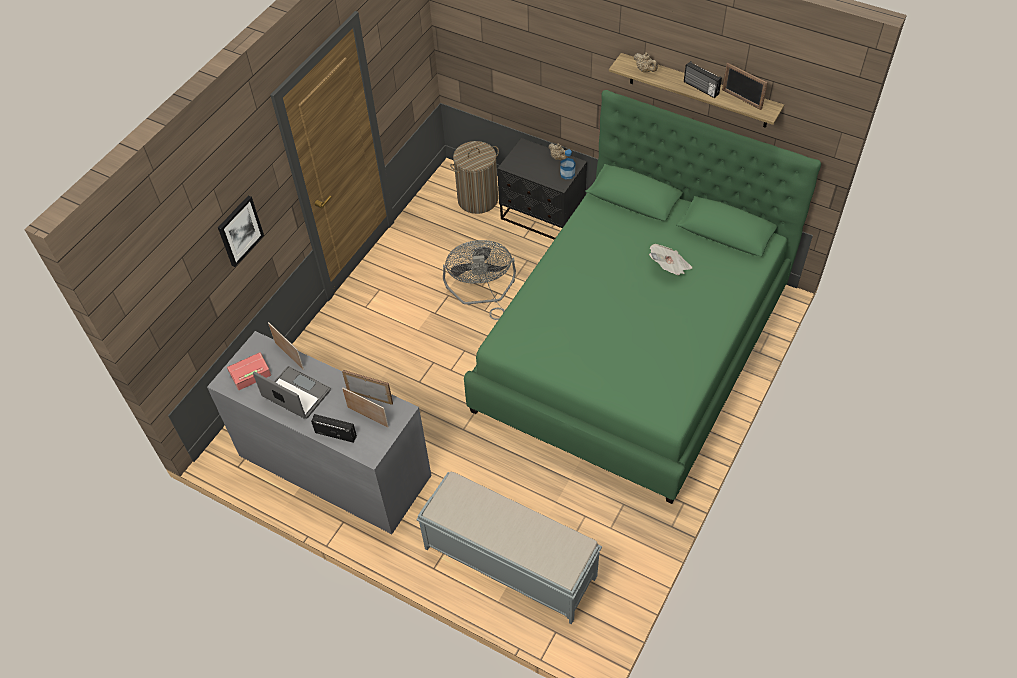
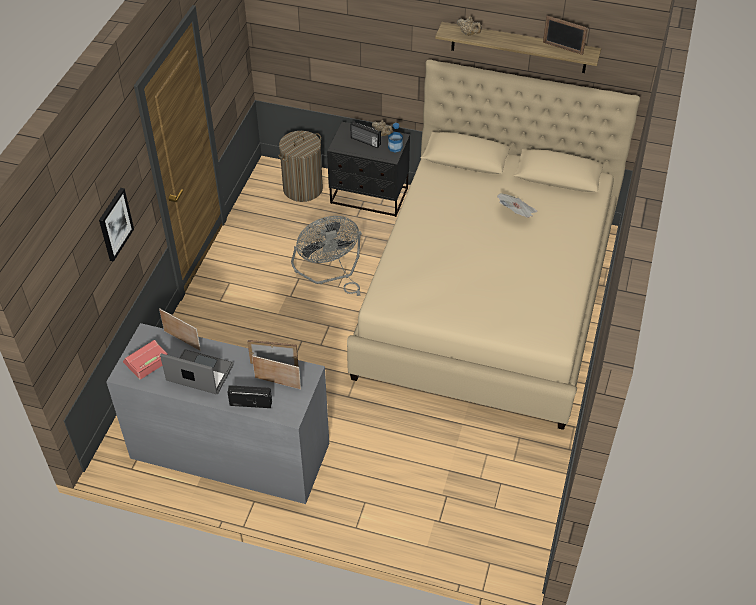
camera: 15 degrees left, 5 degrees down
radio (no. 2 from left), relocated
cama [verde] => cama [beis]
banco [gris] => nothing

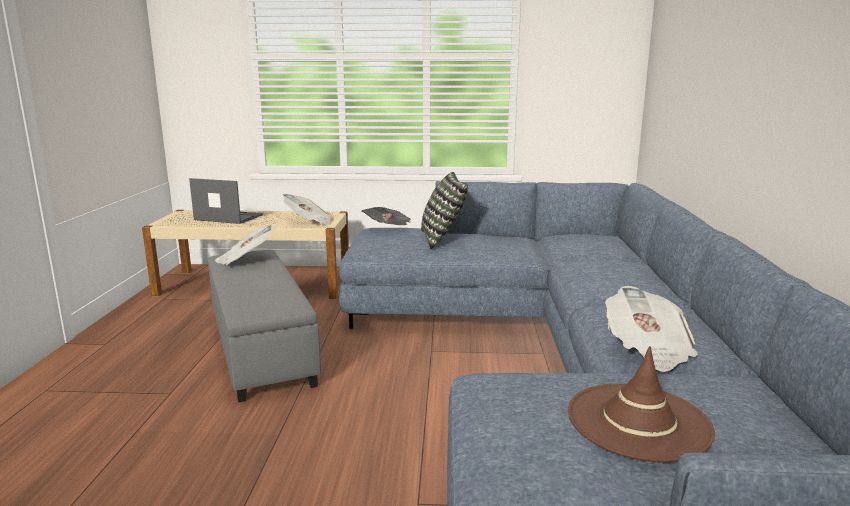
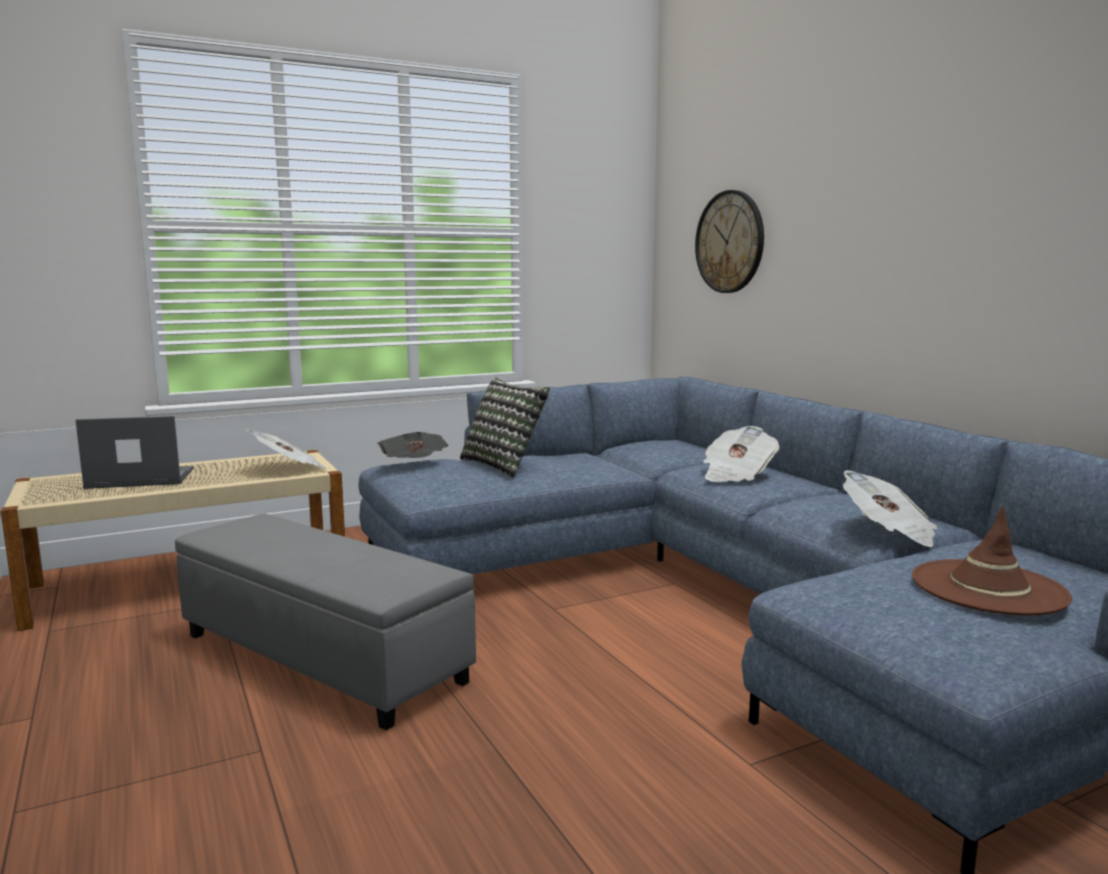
camera: 30 degrees left, 5 degrees down
periódico (no. 1 from left in the first image) => periódico (no. 3 from left), relocated
nothing => reloj de pared

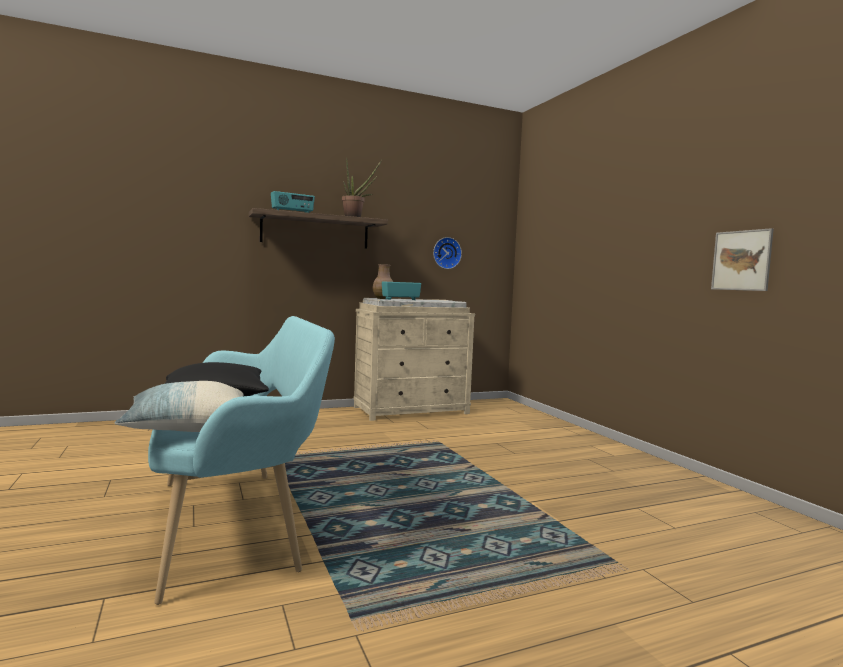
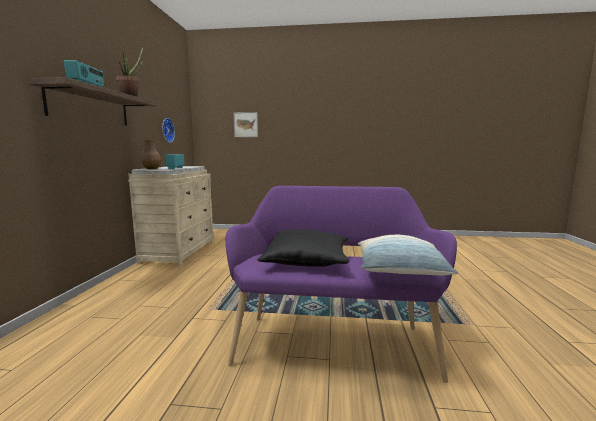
camera: 60 degrees left, 5 degrees up
cuadro, relocated
banco [turquesa] => banco [morado]

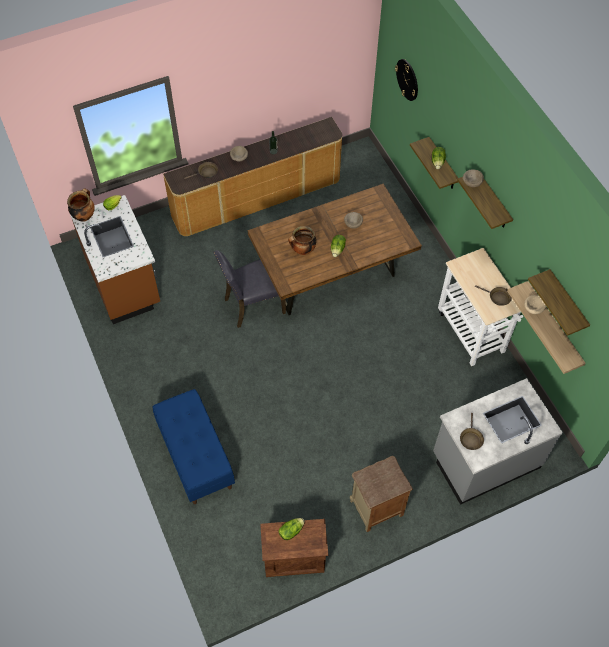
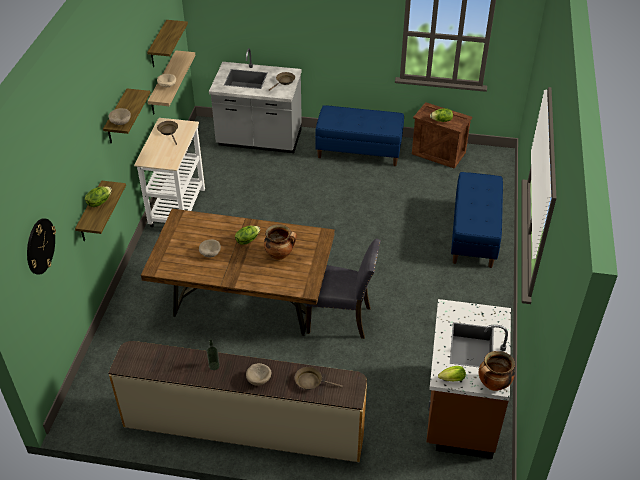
camera: 145 degrees left, 15 degrees down
mesita de noche [beis] => banco [azul] (no. 1 from left)

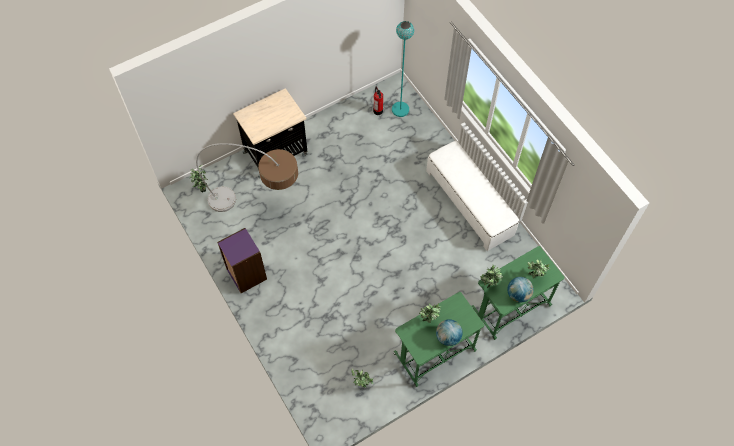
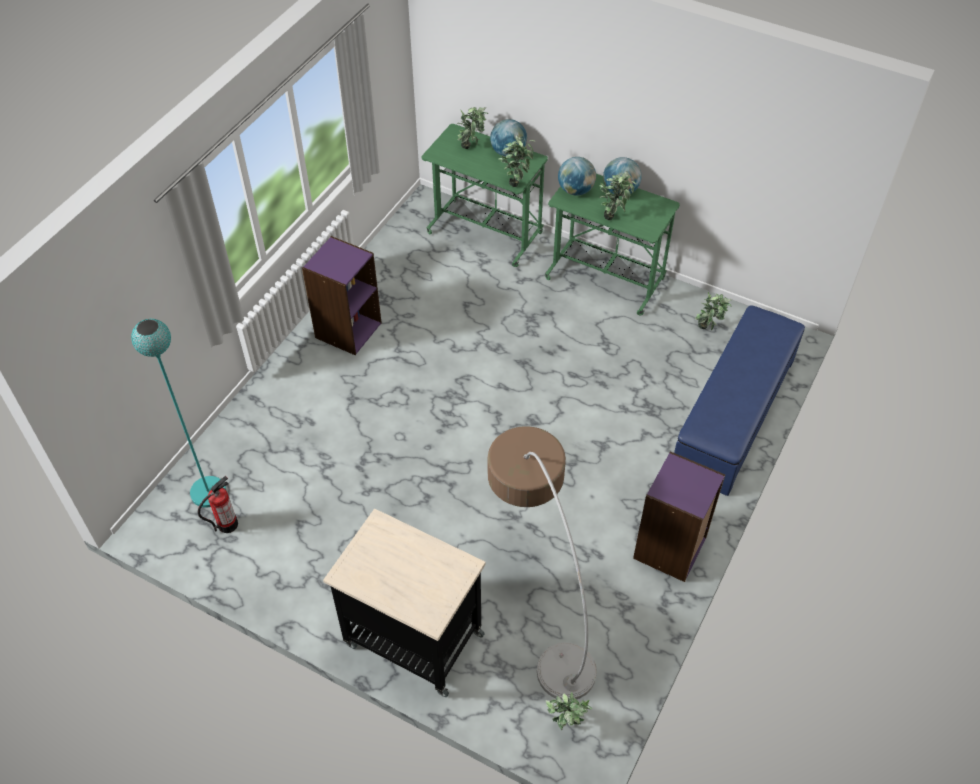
camera: 120 degrees left, 10 degrees down
banco [blanco] => estantería [morado] (no. 1 from left)
nothing => globo terráqueo (no. 2 from left)
nothing => banco [azul]

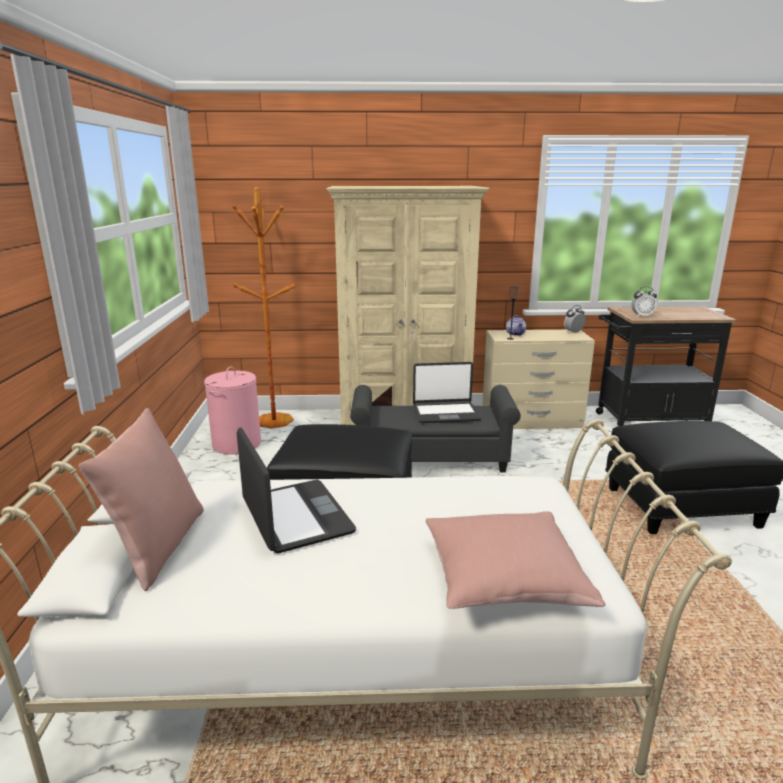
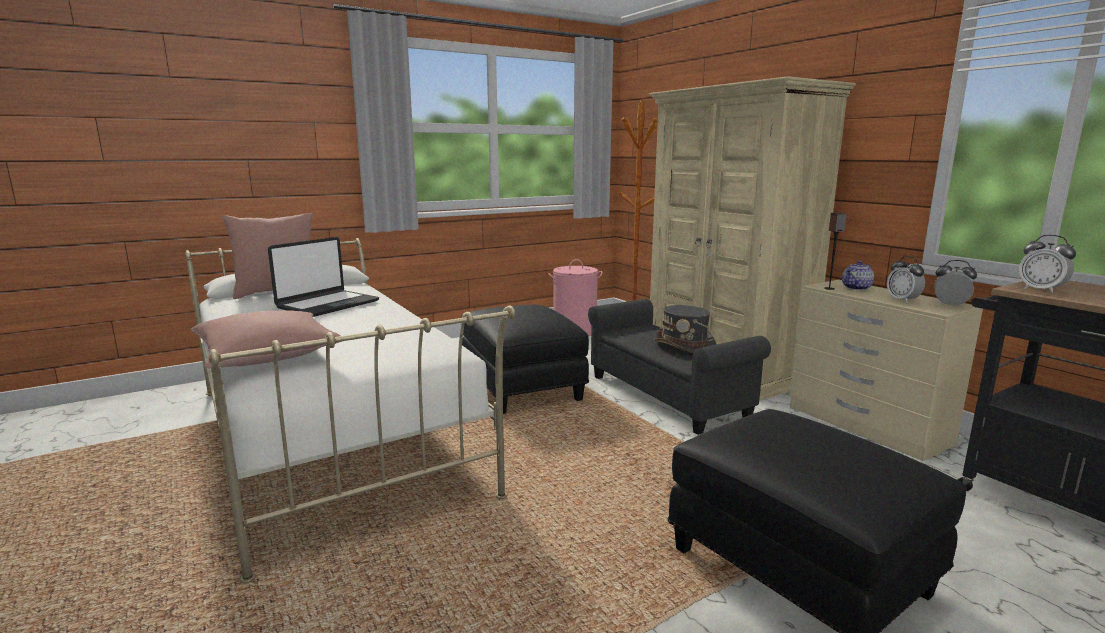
camera: 60 degrees right, 5 degrees down
portátil (no. 2 from left) => sombrero [gris]
nothing => despertador (no. 1 from left)

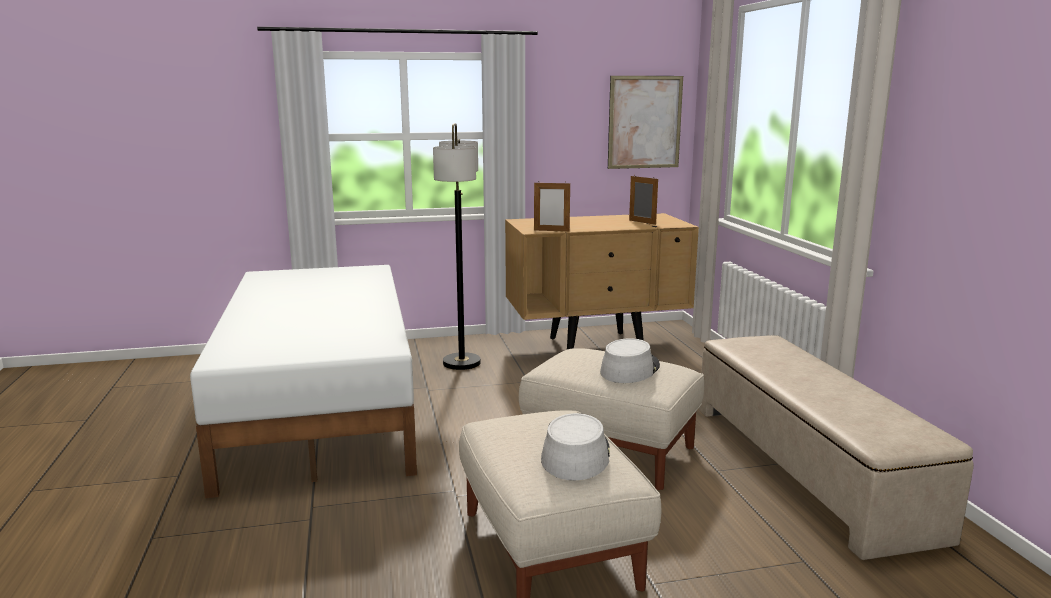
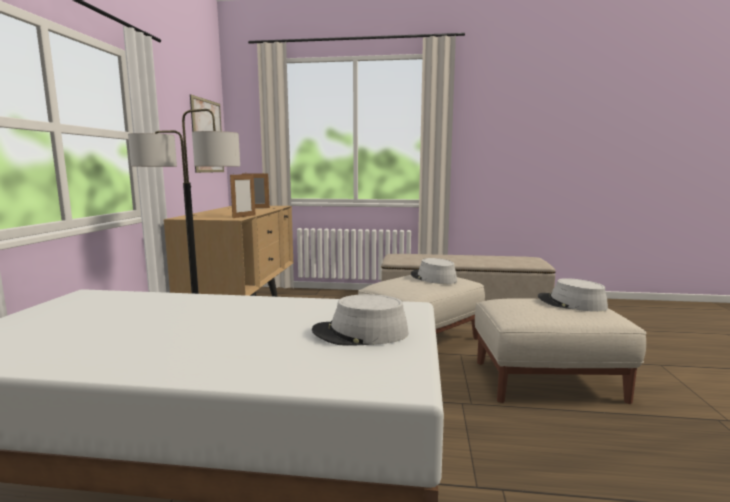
camera: 70 degrees left, 5 degrees down
nothing => sombrero [gris] (no. 1 from left)

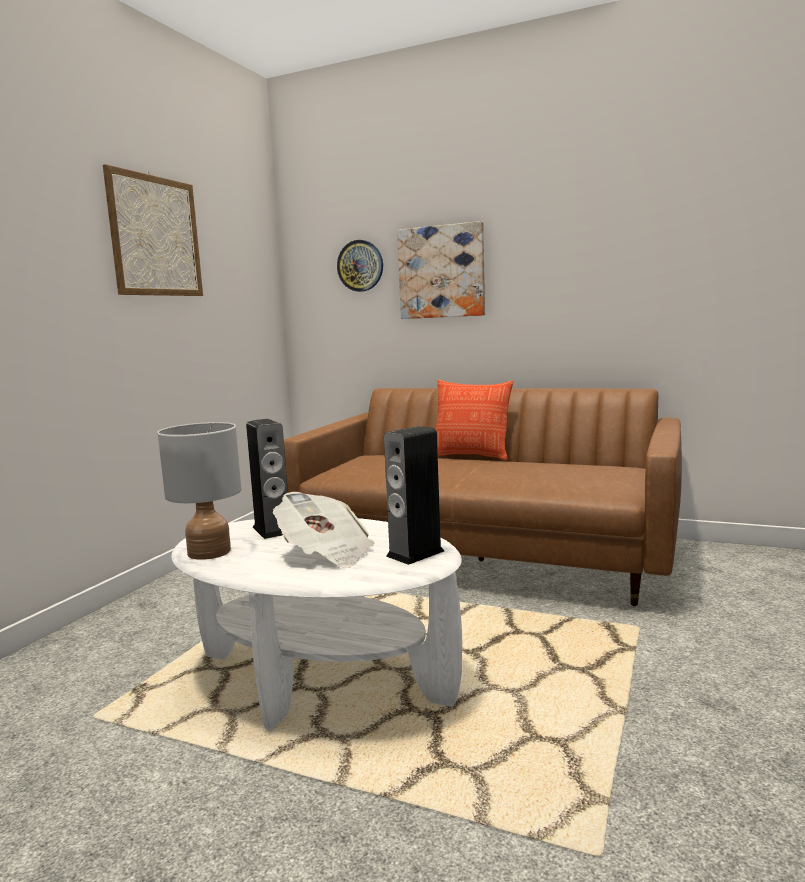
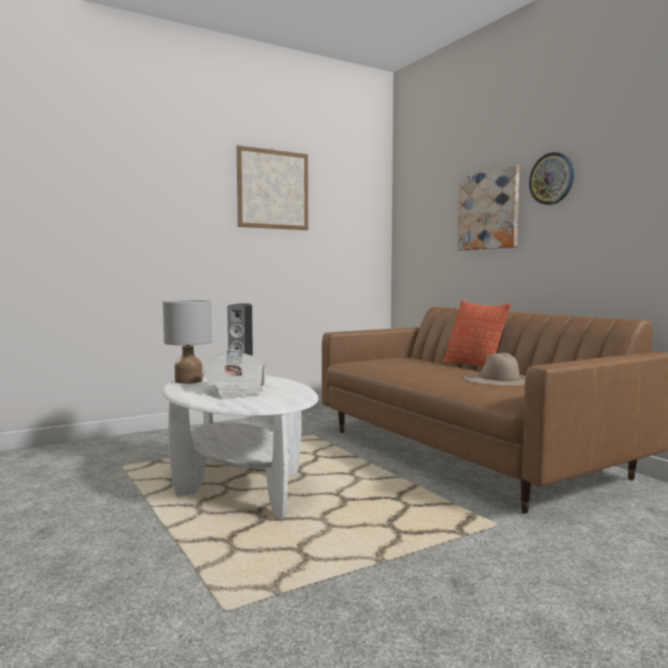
camera: 35 degrees right, 5 degrees down
reloj de pared, relocated
altavoz (no. 2 from left) => nothing
nothing => sombrero [beis]

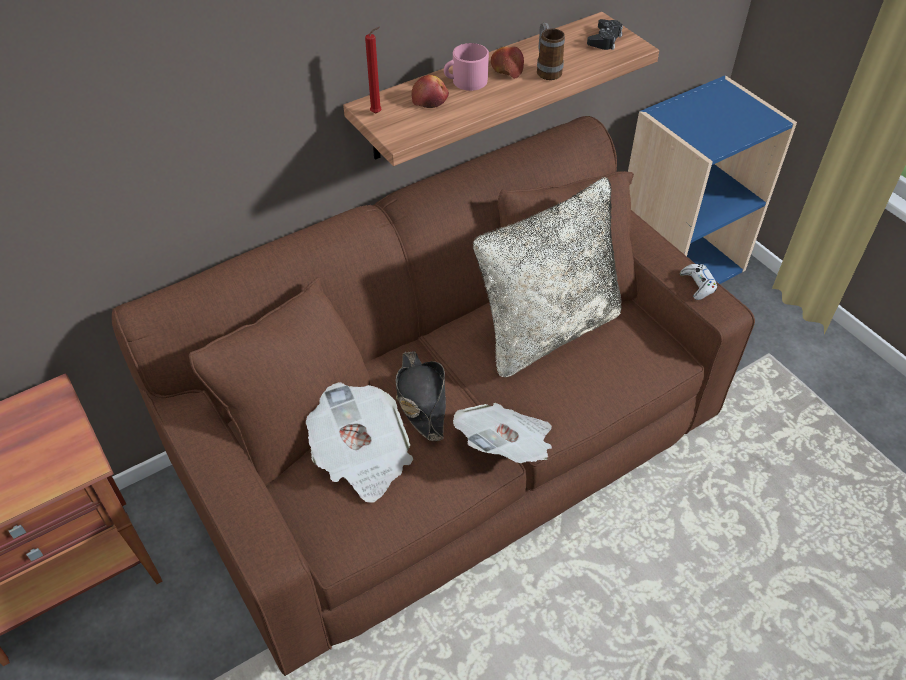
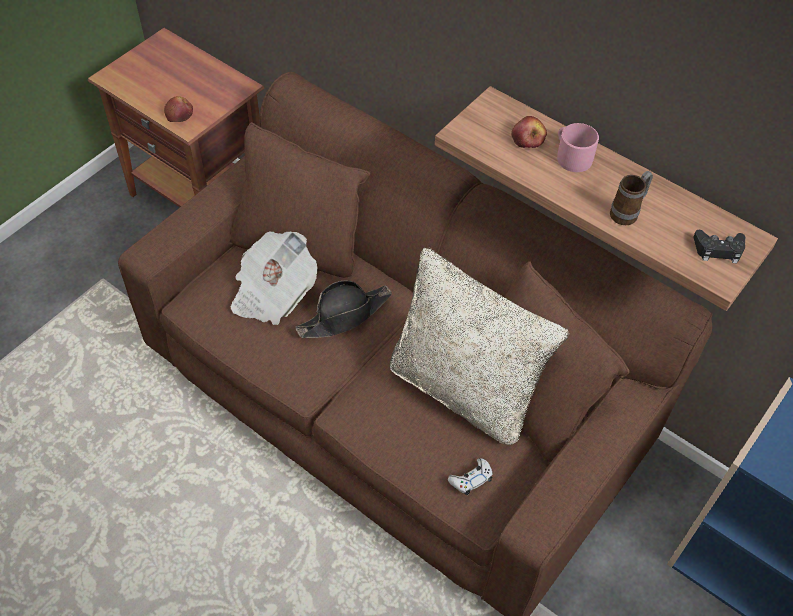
camera: 70 degrees right, 5 degrees up
vela [rojo] => nothing
manzana (no. 2 from left in the first image) => manzana (no. 1 from left), relocated
mando de consola [blanco], relocated
periódico (no. 2 from left) => nothing

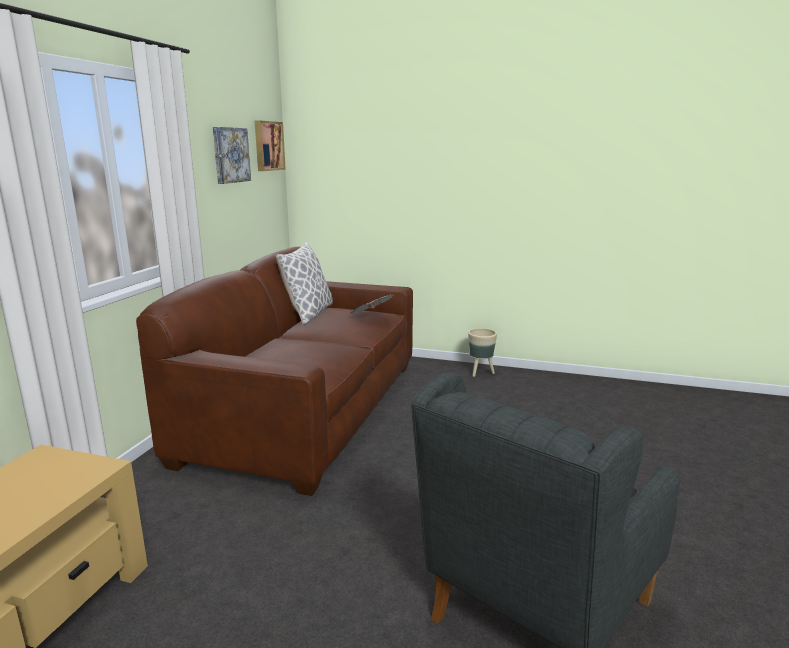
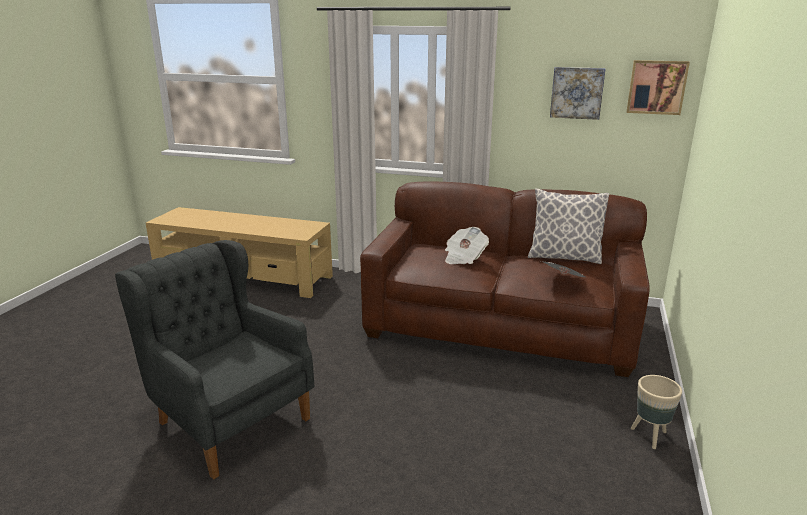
camera: 90 degrees right, 5 degrees up
nothing => periódico (no. 1 from left)

